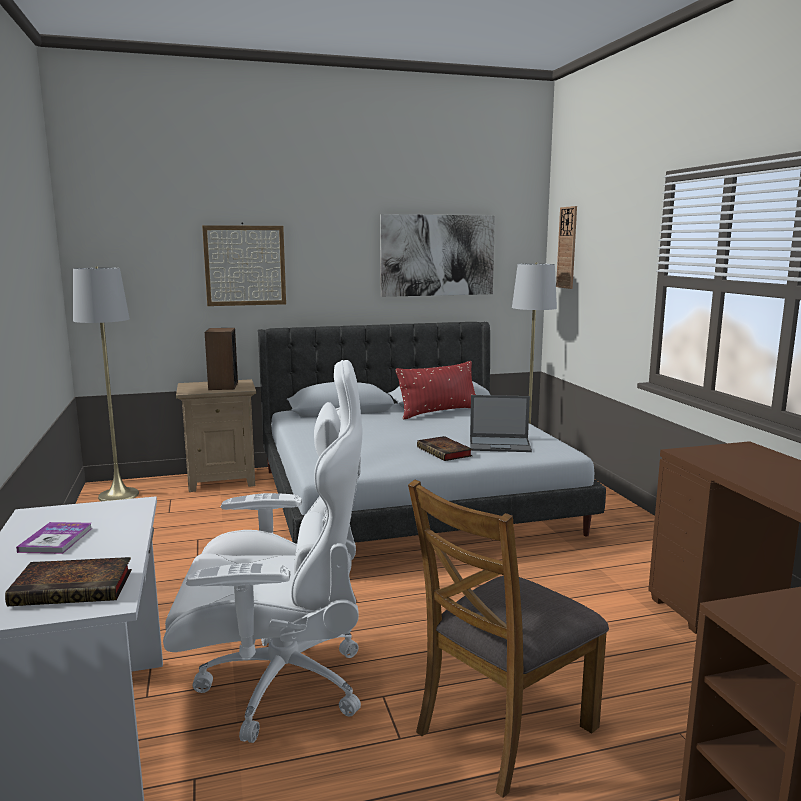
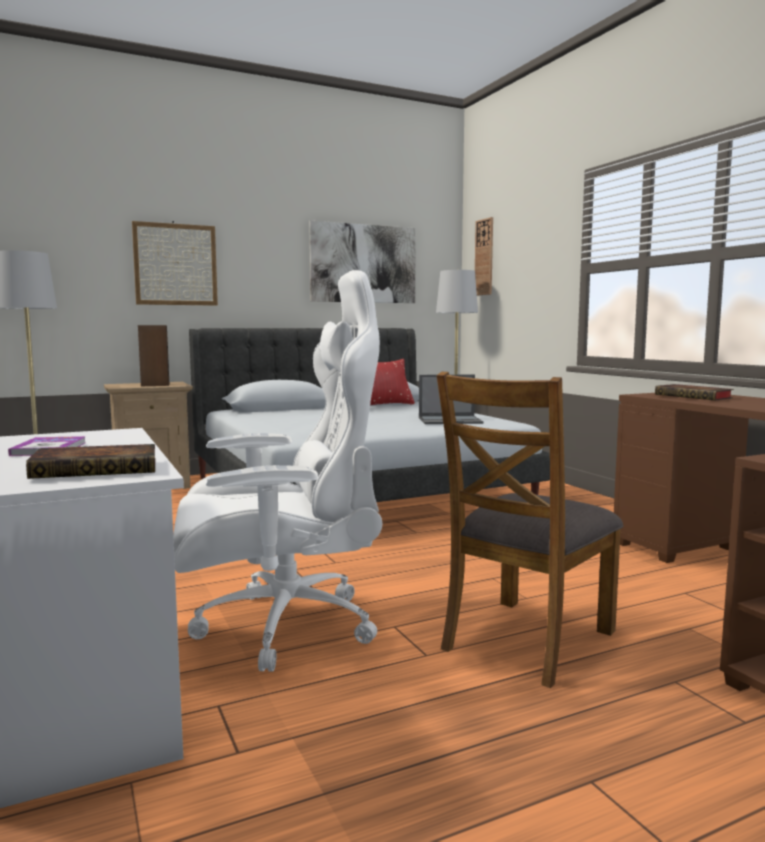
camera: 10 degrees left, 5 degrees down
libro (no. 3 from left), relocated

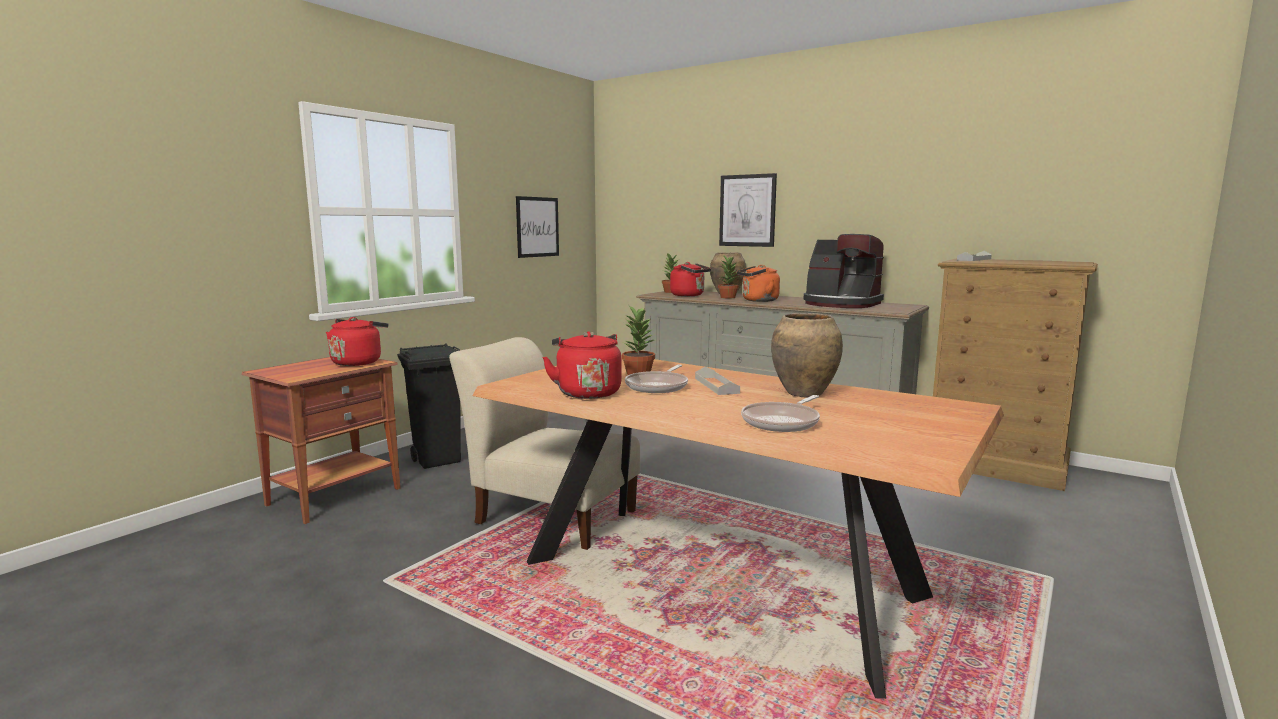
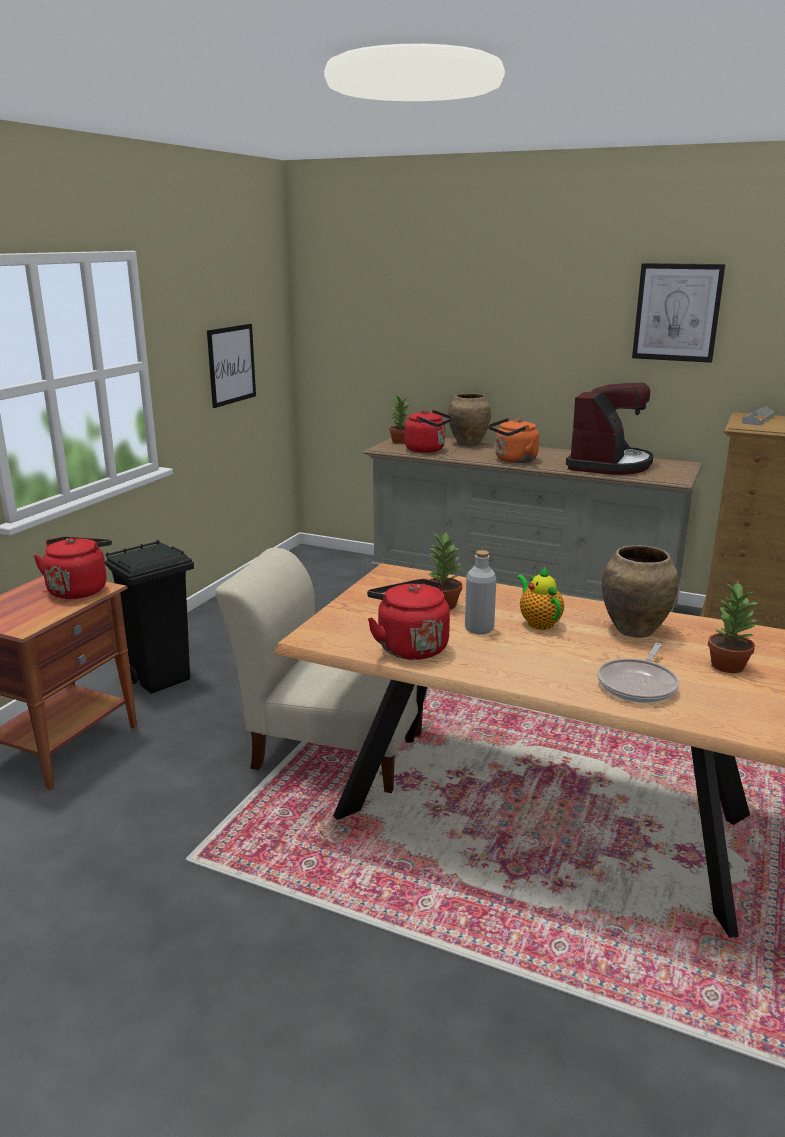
camera: 10 degrees left, 10 degrees up
cuadro (no. 2 from left), relocated
cafetera, 90 degrees counterclockwise
planta en maceta (no. 3 from left), relocated
sartén (no. 1 from left) => botella [gris]
bandeja [gris] (no. 1 from left) => tetera

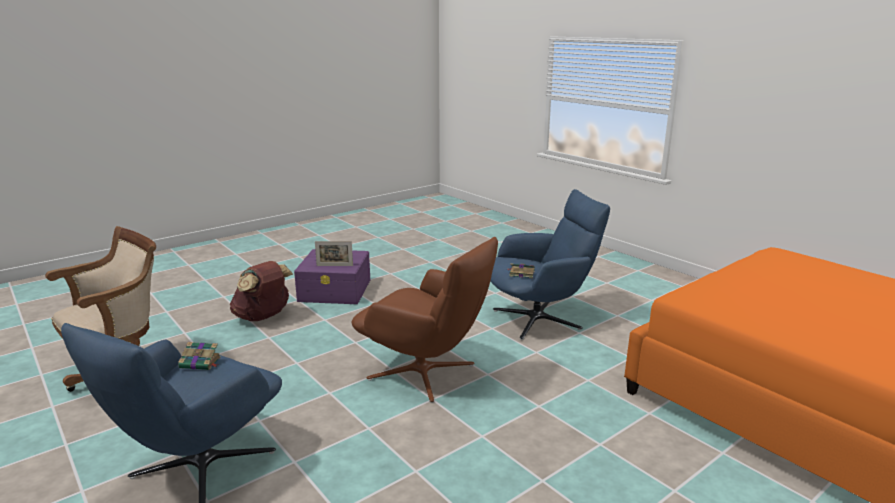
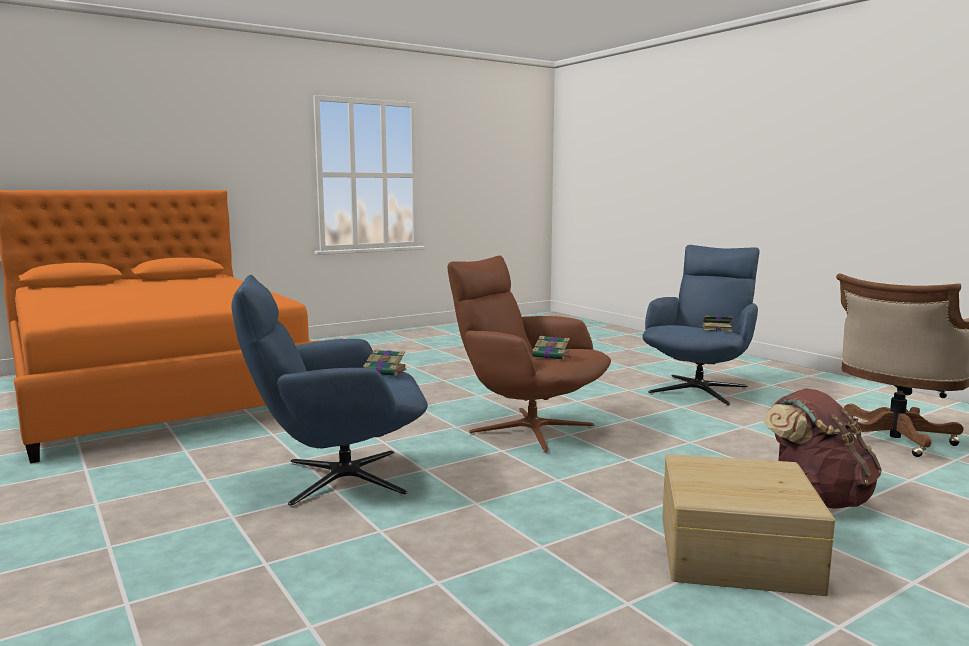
camera: 175 degrees left, 10 degrees down
portarretratos => nothing
caja de almacenaje [morado] => caja de almacenaje [beis]
nothing => libro (no. 2 from left)

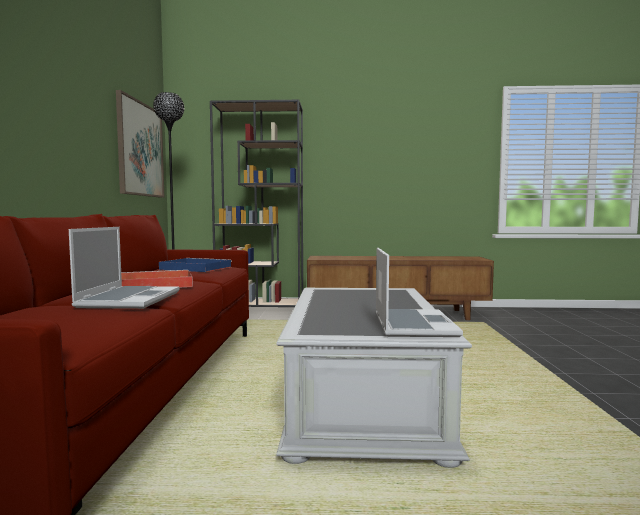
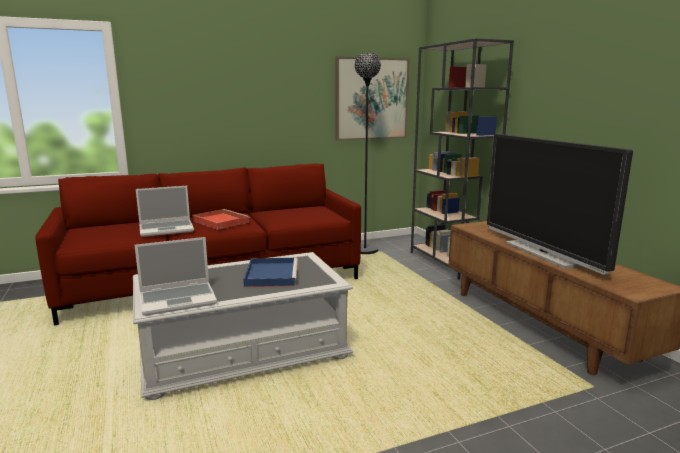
camera: 65 degrees right, 10 degrees up
bandeja [azul], relocated
nothing => televisor

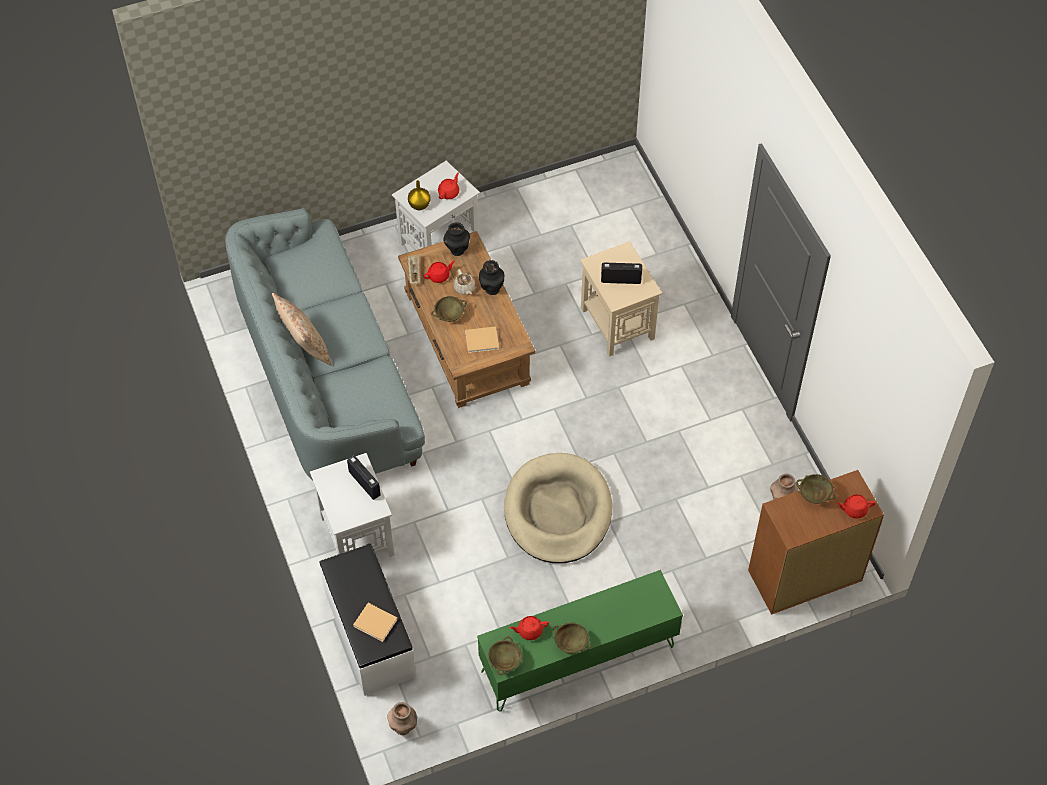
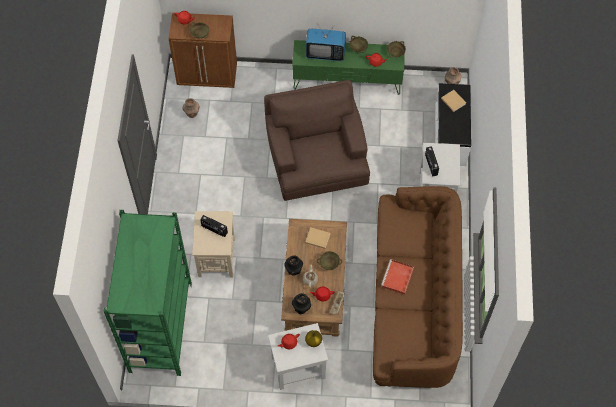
camera: 155 degrees left, 5 degrees up
sofá [gris] => sofá [marrón]
cojín [beis] => nothing
cama para perro [beis] => sillón [marrón]
nothing => televisor
nothing => estantería [verde]
nothing => bandeja [rojo]

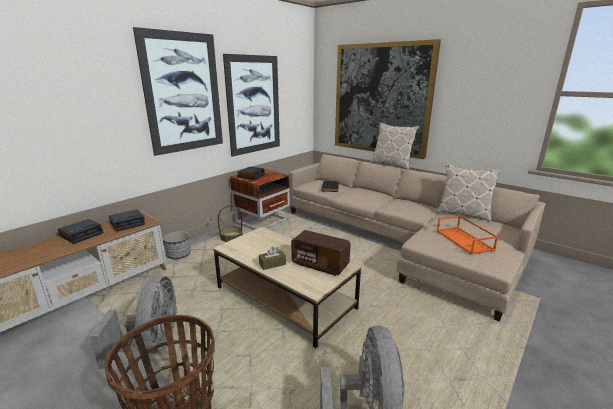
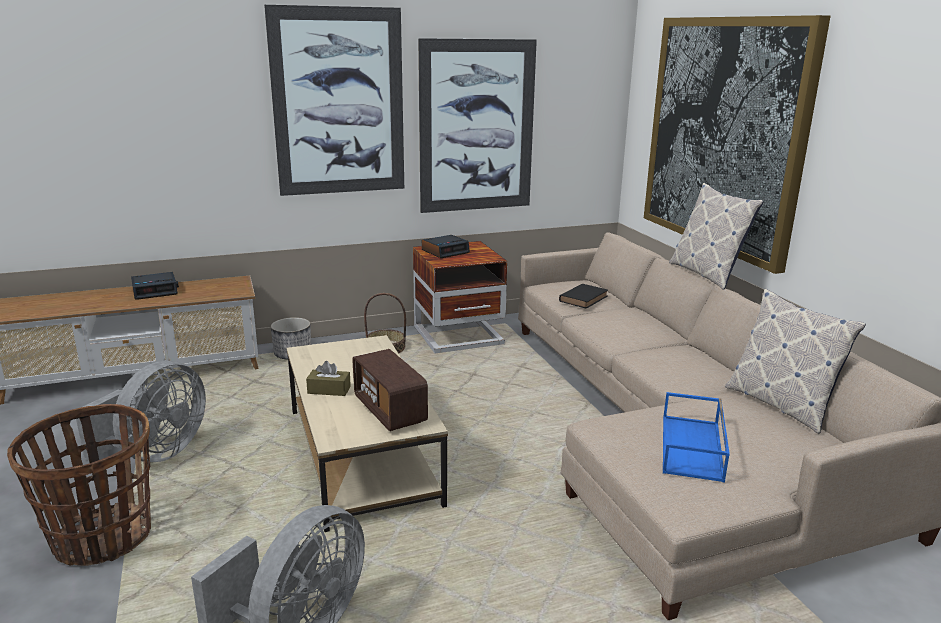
camera: 30 degrees right, 0 degrees up
despertador (no. 2 from left) => nothing
bandeja [naranja] => bandeja [azul]

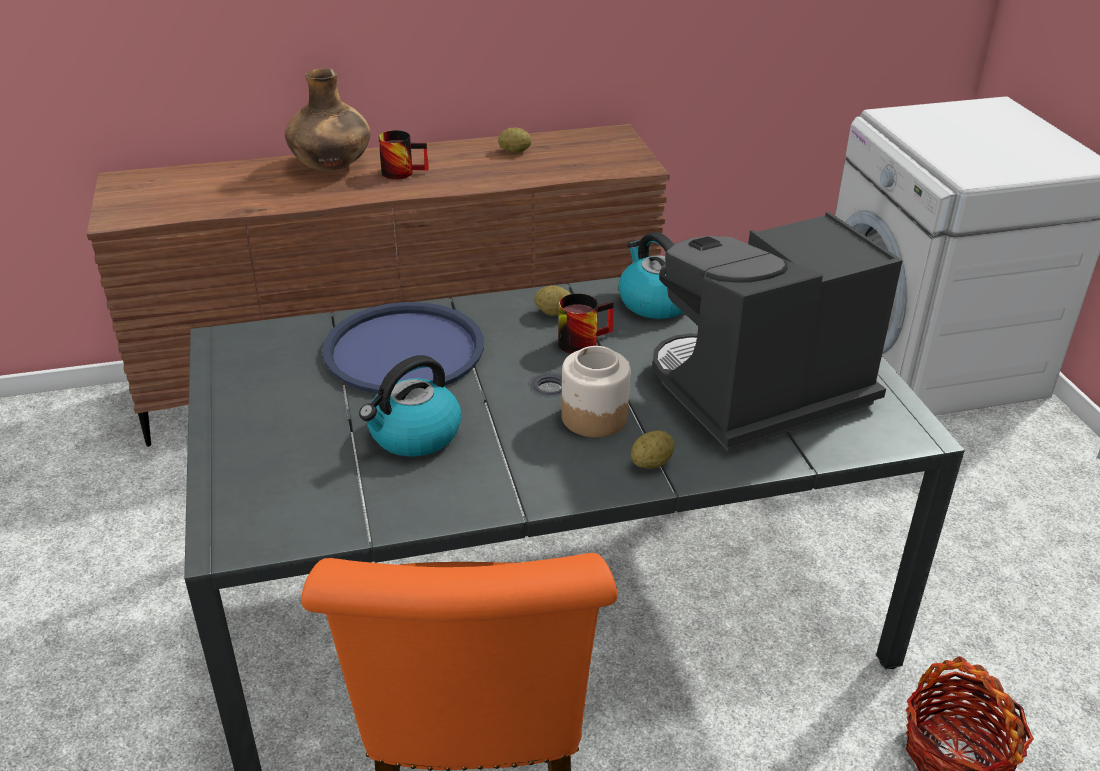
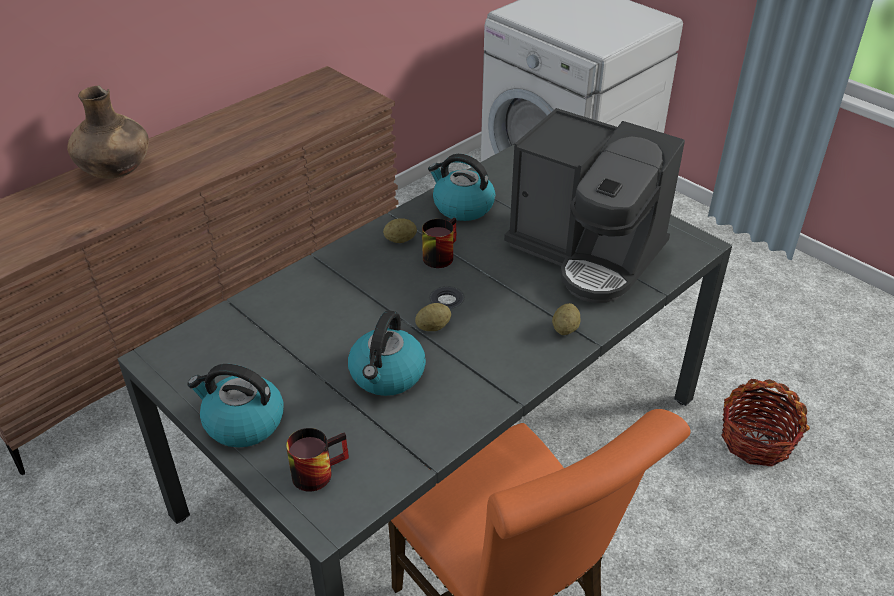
camera: 30 degrees left, 5 degrees up
patata (no. 1 from left in the first image) => patata (no. 2 from left), relocated
taza grande (no. 1 from left), relocated
cafetera, 90 degrees counterclockwise
bandeja [azul] => nothing
tarro => nothing
nothing => hervidor (no. 1 from left)

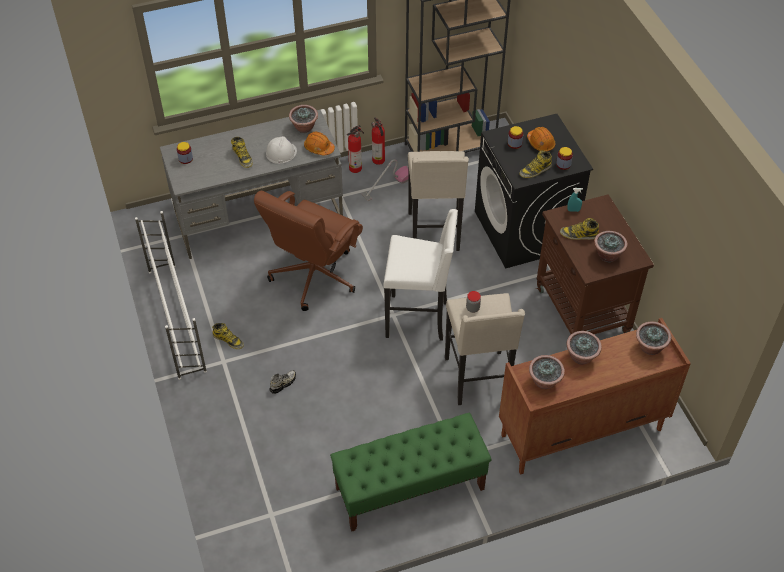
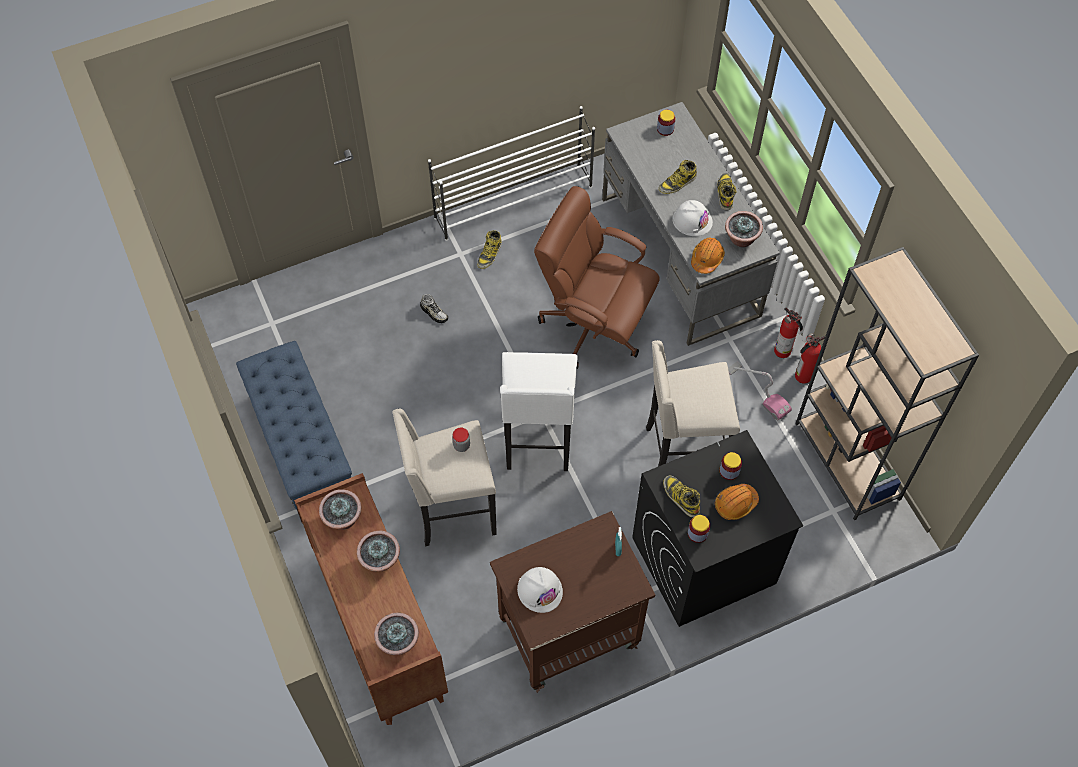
camera: 85 degrees right, 10 degrees up
bota (no. 4 from left), relocated
planta en maceta (no. 4 from left) => casco [blanco] (no. 1 from left)
banco [verde] => banco [azul]

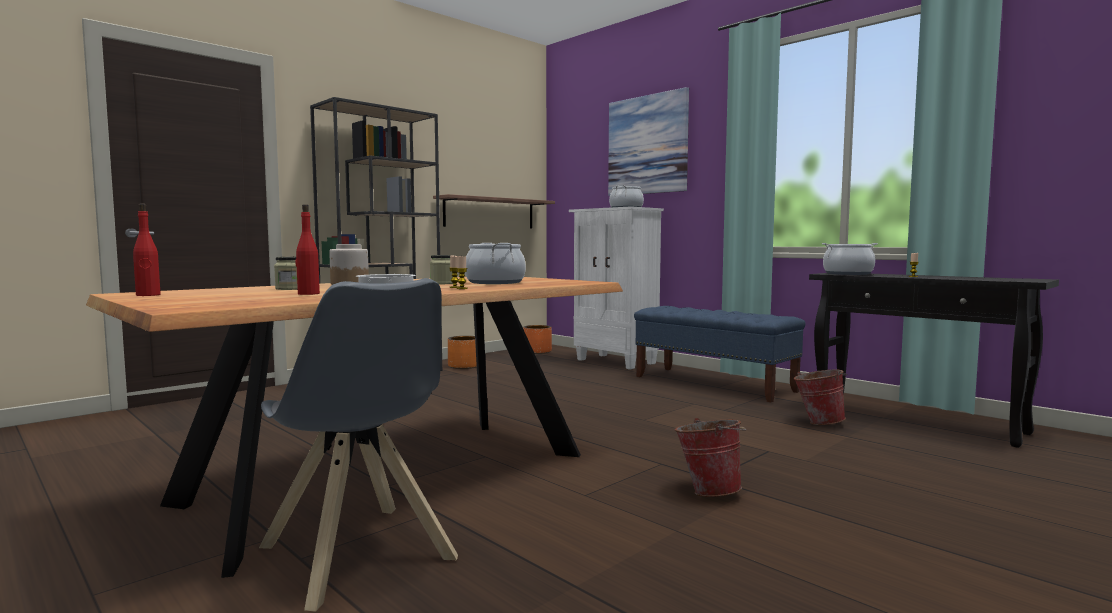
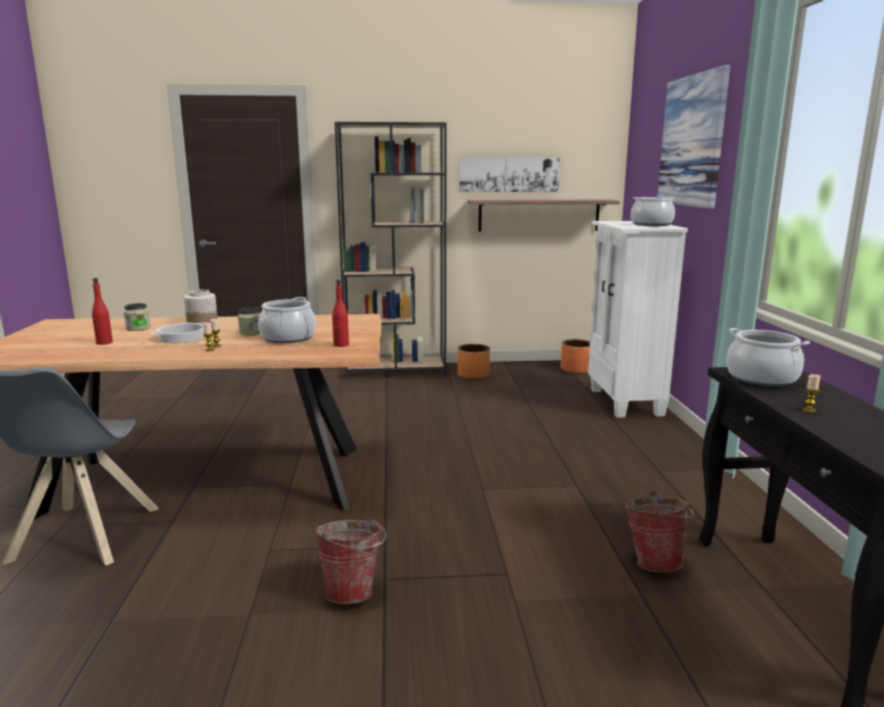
camera: 40 degrees right, 10 degrees up
botella [rojo] (no. 1 from left in the first image) => botella [rojo] (no. 2 from left), relocated
banco [azul] => nothing
nothing => cuadro (no. 1 from left)

